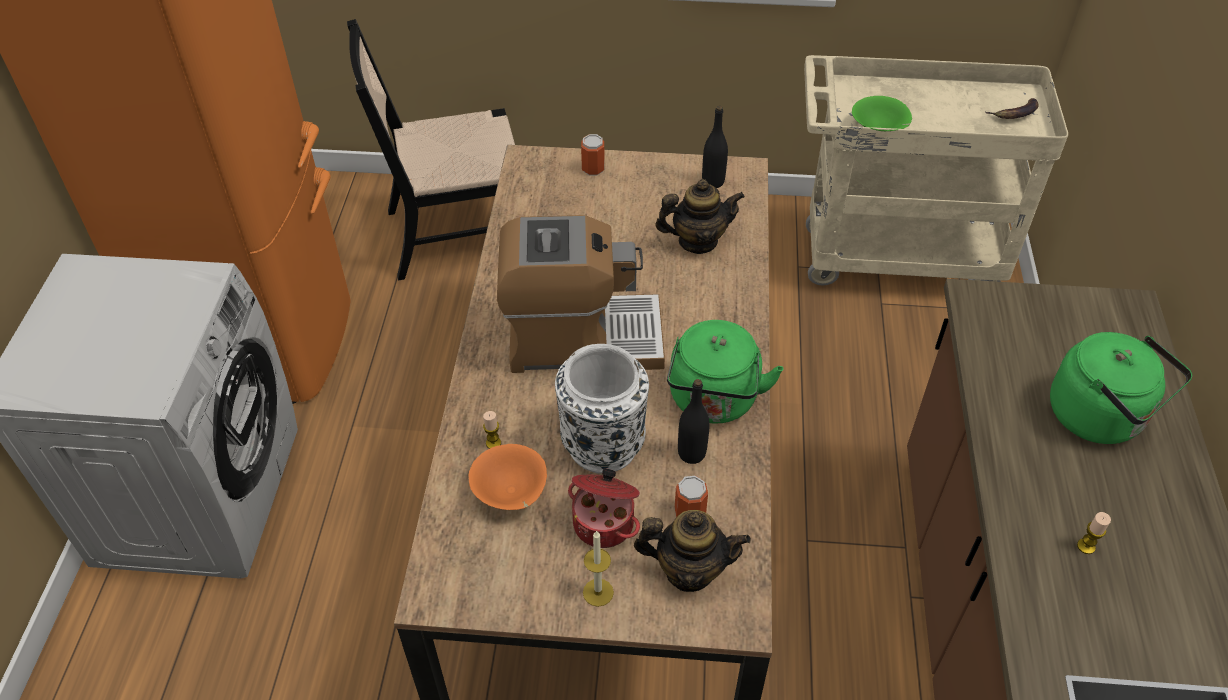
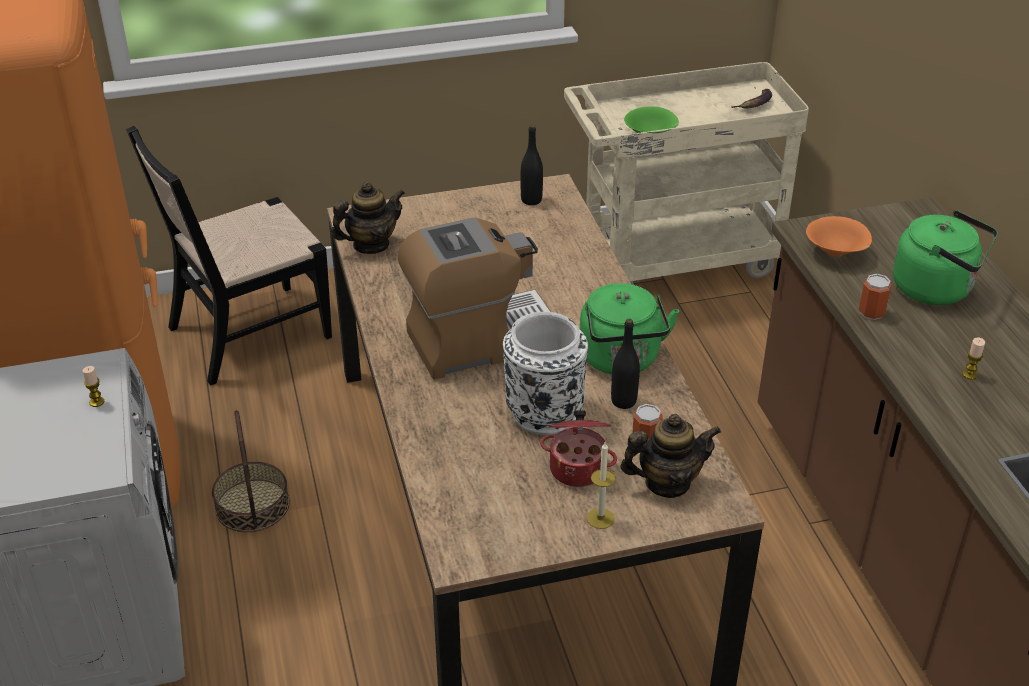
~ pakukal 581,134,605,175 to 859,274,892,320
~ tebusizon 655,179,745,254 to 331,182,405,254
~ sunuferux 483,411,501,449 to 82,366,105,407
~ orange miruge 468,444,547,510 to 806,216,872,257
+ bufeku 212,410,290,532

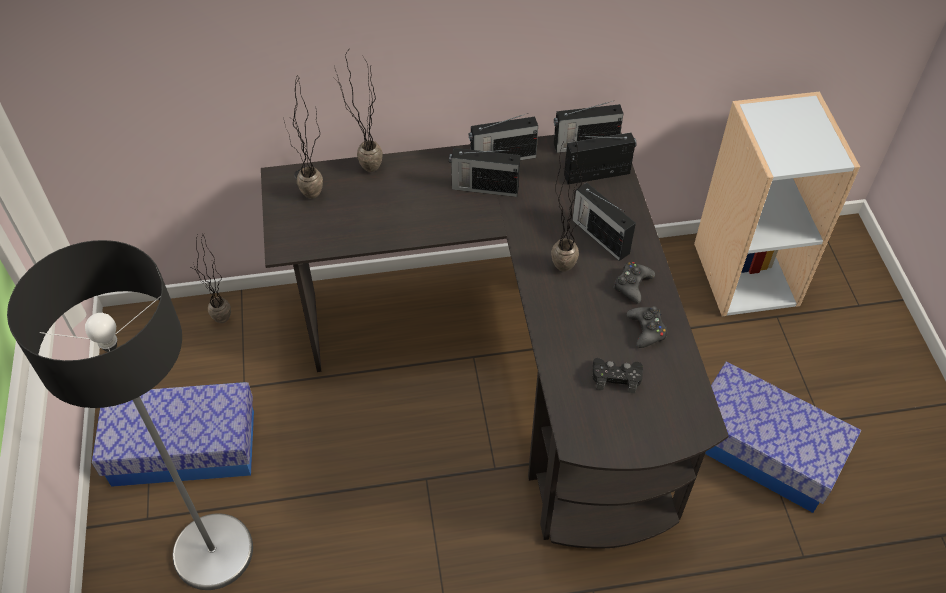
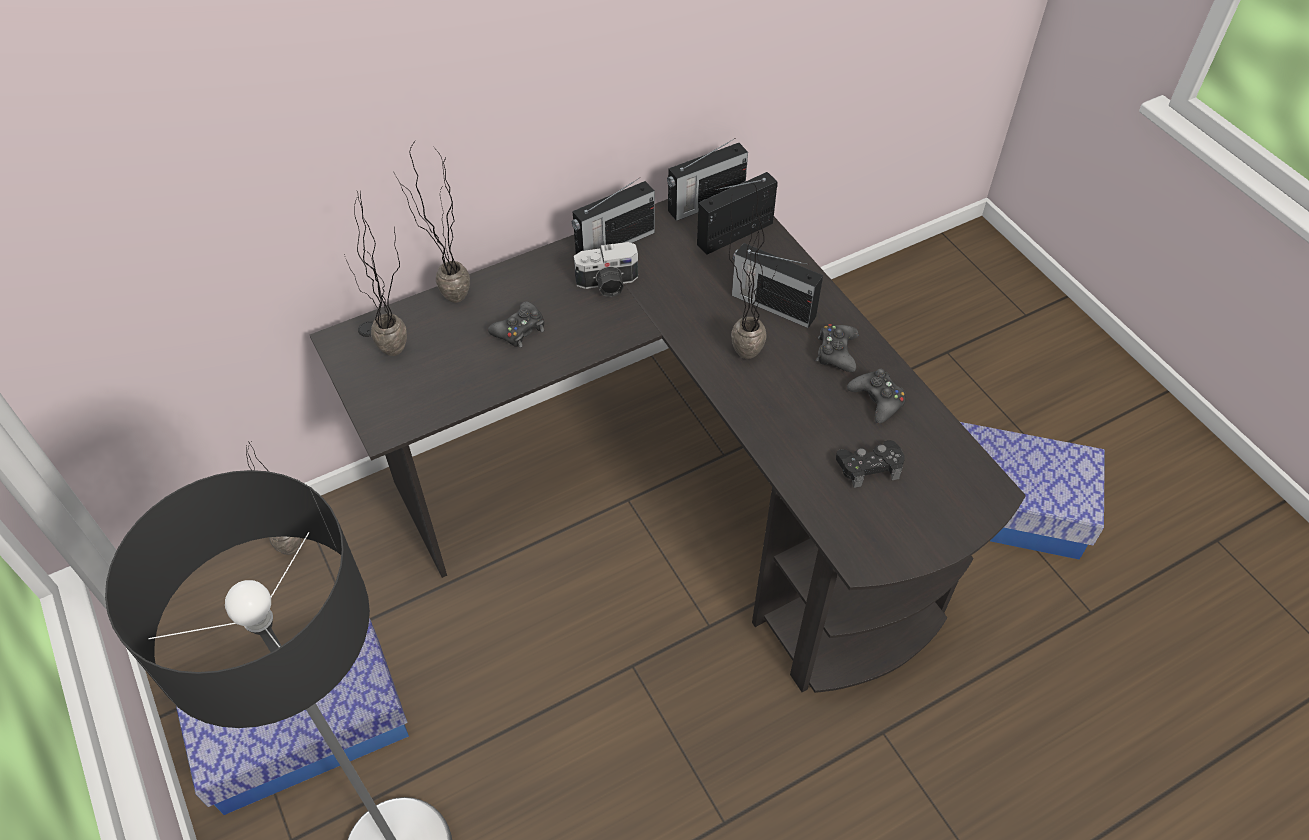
- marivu 694,92,860,317
~ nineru 449,148,520,197 to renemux 574,242,638,297
+ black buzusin 488,301,544,348

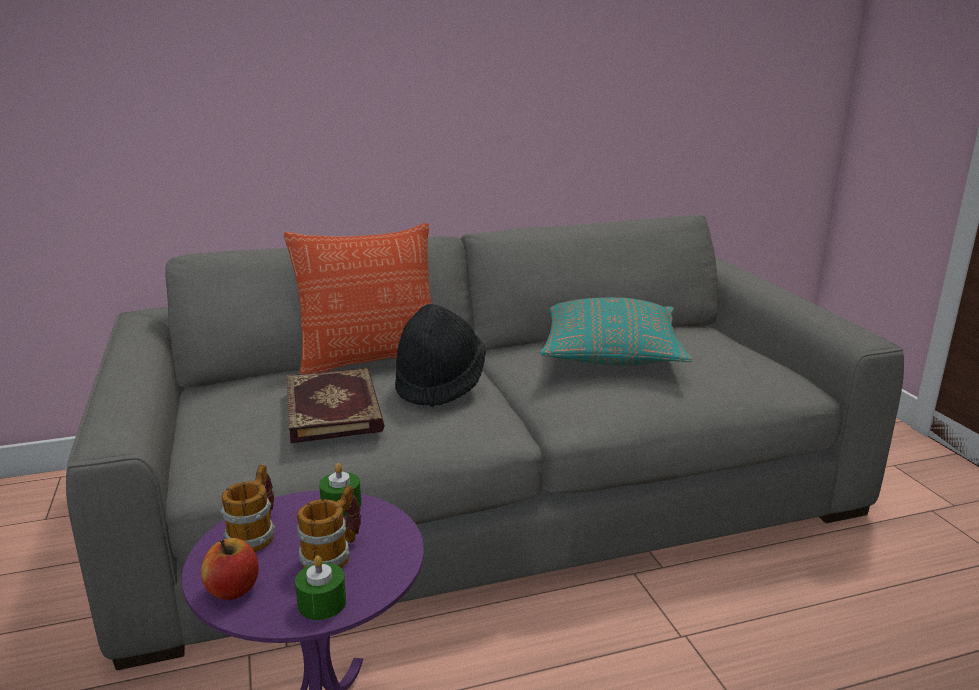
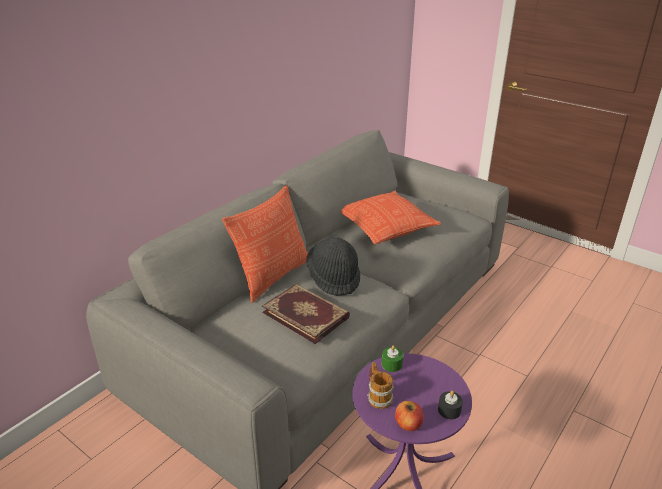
~ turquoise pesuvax 539,297,692,365 to orange pesuvax 341,191,441,244
- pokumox 297,485,361,569
~ green sunuferux 295,556,346,620 to black sunuferux 438,391,463,419

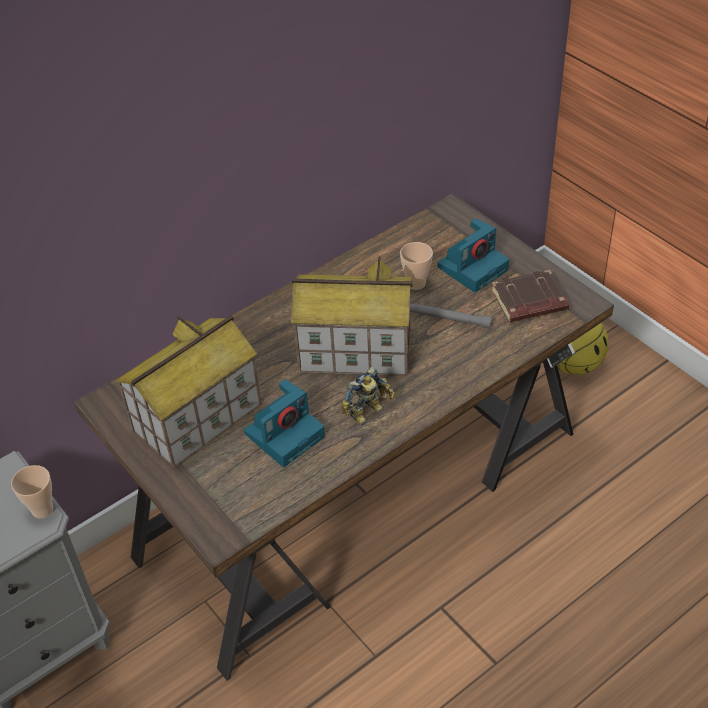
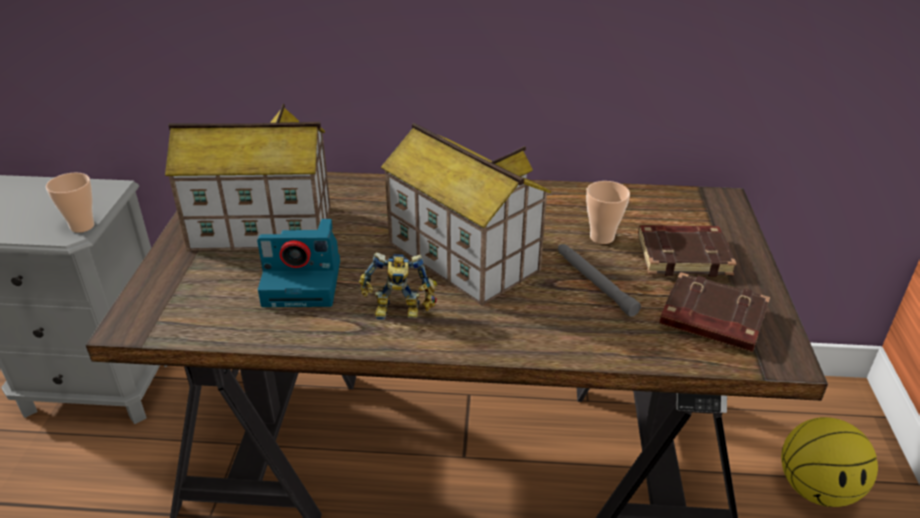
~ renemux 437,218,509,292 to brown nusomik 638,225,737,277

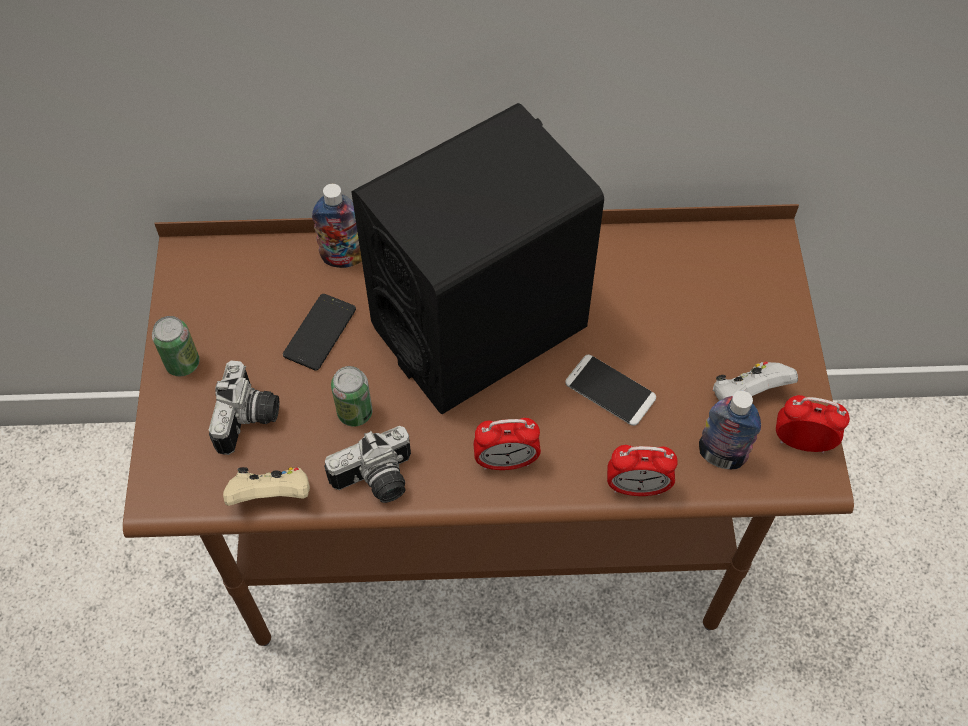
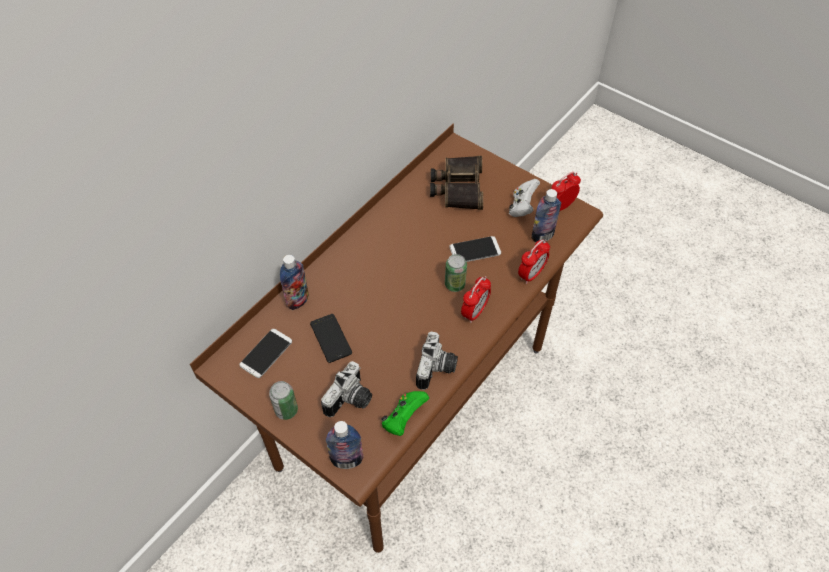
- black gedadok 351,103,604,414
~ renemux 209,360,279,455 = 321,361,372,417 75 degrees clockwise
~ pakukal 331,366,373,427 to 445,254,467,292
~ beige buzusin 223,467,310,506 to green buzusin 381,391,429,436
+ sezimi 430,156,483,210
+ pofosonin 239,329,292,378
+ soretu 326,421,364,469

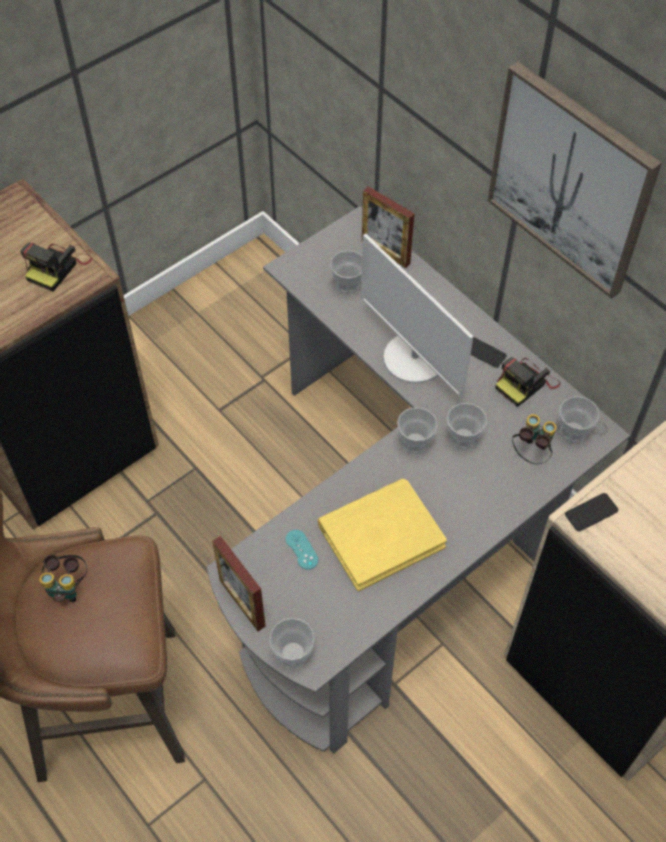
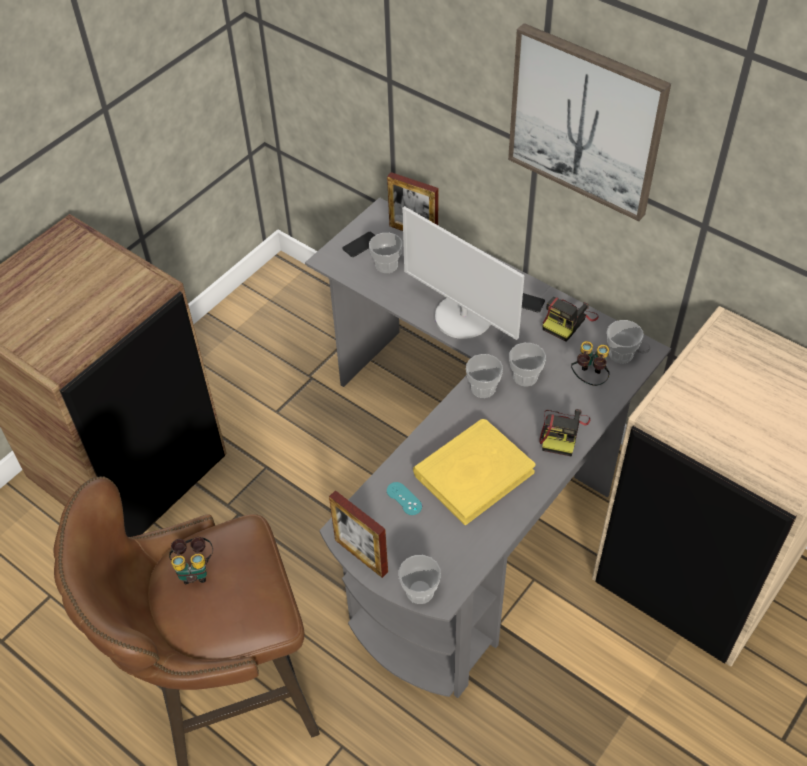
~ renemux 20,243,92,291 to 539,409,590,457
~ pofosonin 565,493,618,531 to 342,232,375,257

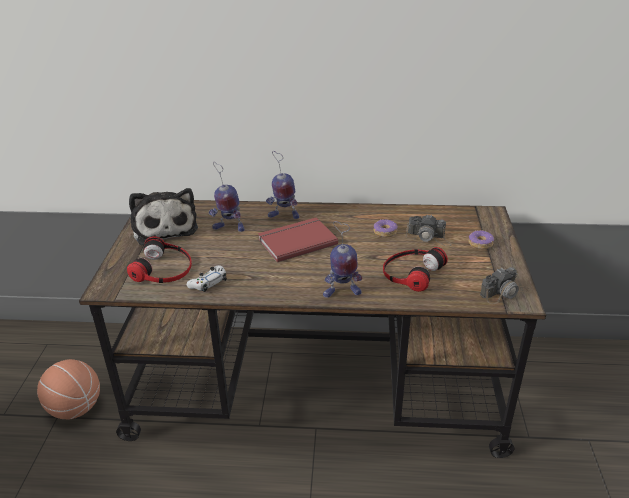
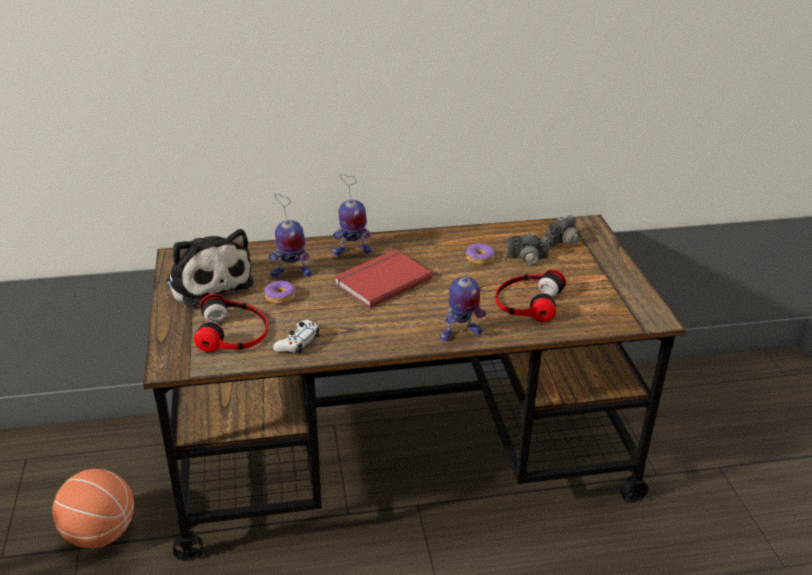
~ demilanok 469,230,494,249 to 265,280,295,304
~ renemux 480,267,532,304 to 545,215,591,252

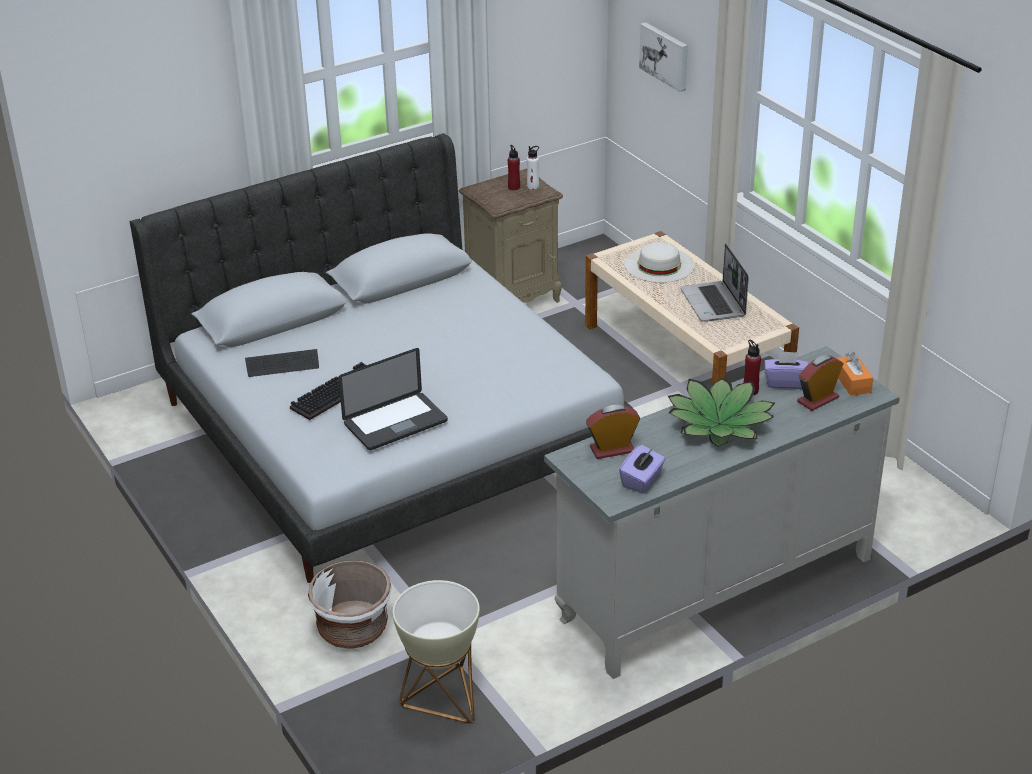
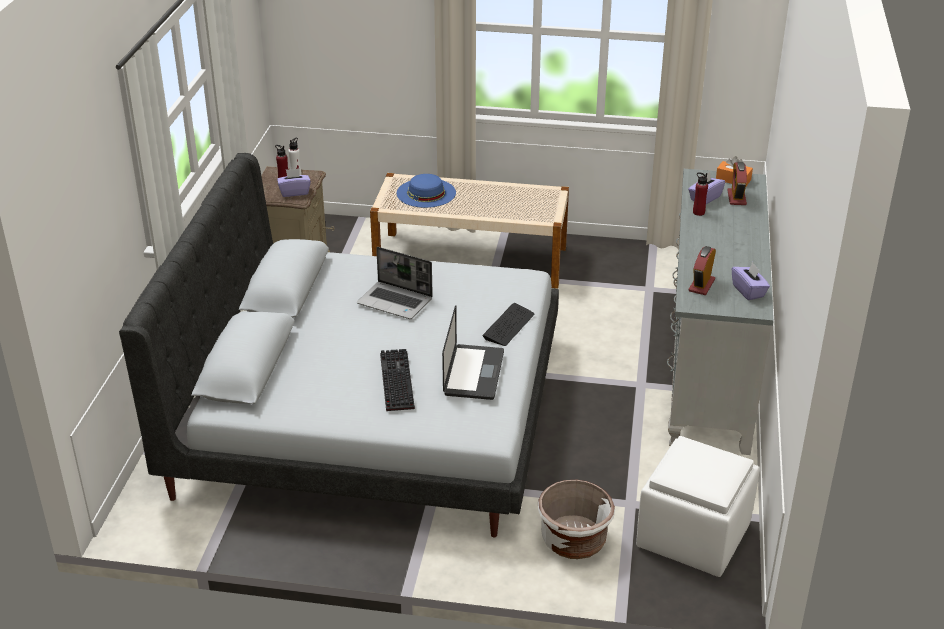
- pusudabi 639,23,688,92
~ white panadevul 624,242,695,283 to blue panadevul 397,174,456,208
~ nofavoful 680,244,749,322 to 357,247,433,319
~ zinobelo 245,349,319,377 to 482,303,534,346
- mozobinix 668,378,775,447
~ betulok 392,580,480,723 to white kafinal 636,436,760,577
+ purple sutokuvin 277,168,311,197

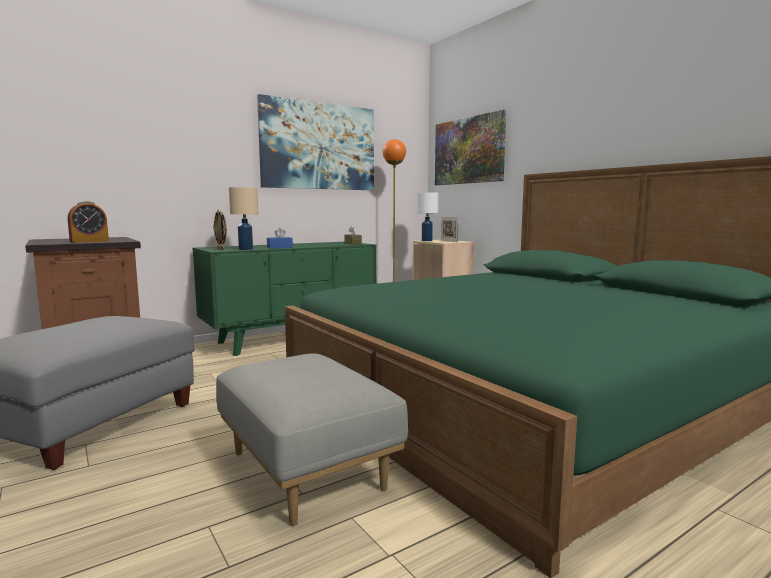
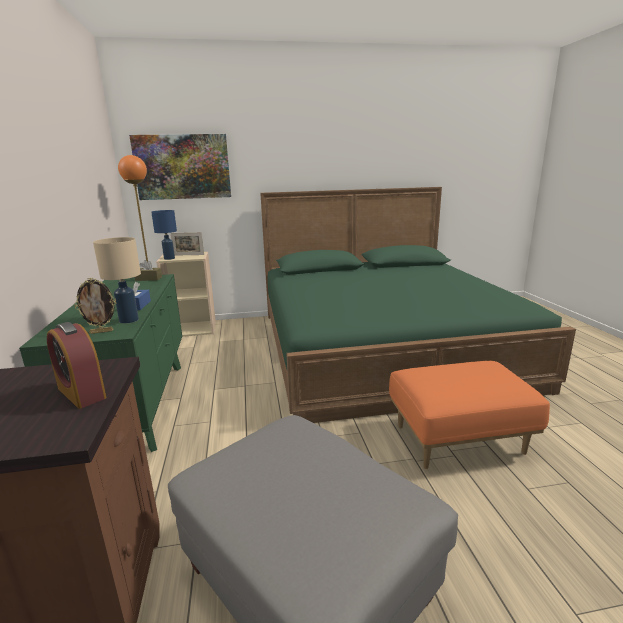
- pusudabi 257,94,374,190
~ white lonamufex 417,192,438,241 to blue lonamufex 151,210,177,260
~ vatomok 68,201,109,243 = 47,322,106,409 150 degrees clockwise
~ grey kafinal 216,353,408,526 to orange kafinal 389,361,550,469

